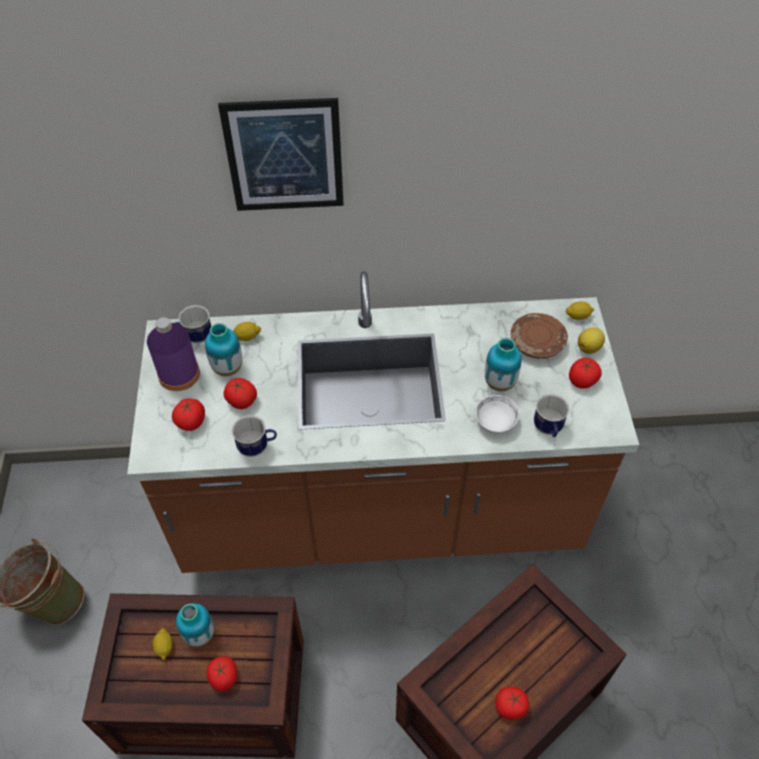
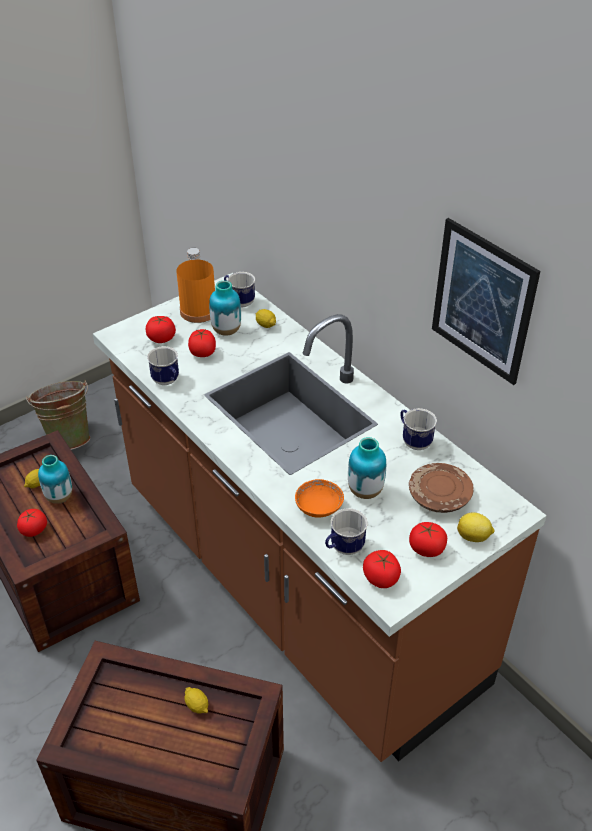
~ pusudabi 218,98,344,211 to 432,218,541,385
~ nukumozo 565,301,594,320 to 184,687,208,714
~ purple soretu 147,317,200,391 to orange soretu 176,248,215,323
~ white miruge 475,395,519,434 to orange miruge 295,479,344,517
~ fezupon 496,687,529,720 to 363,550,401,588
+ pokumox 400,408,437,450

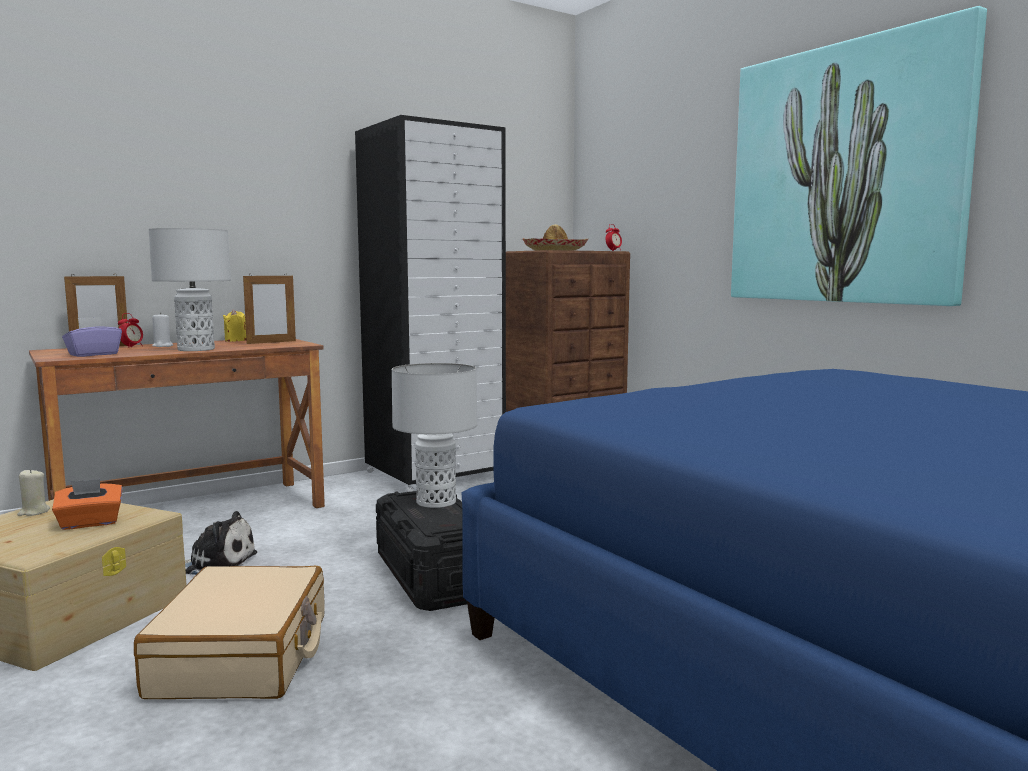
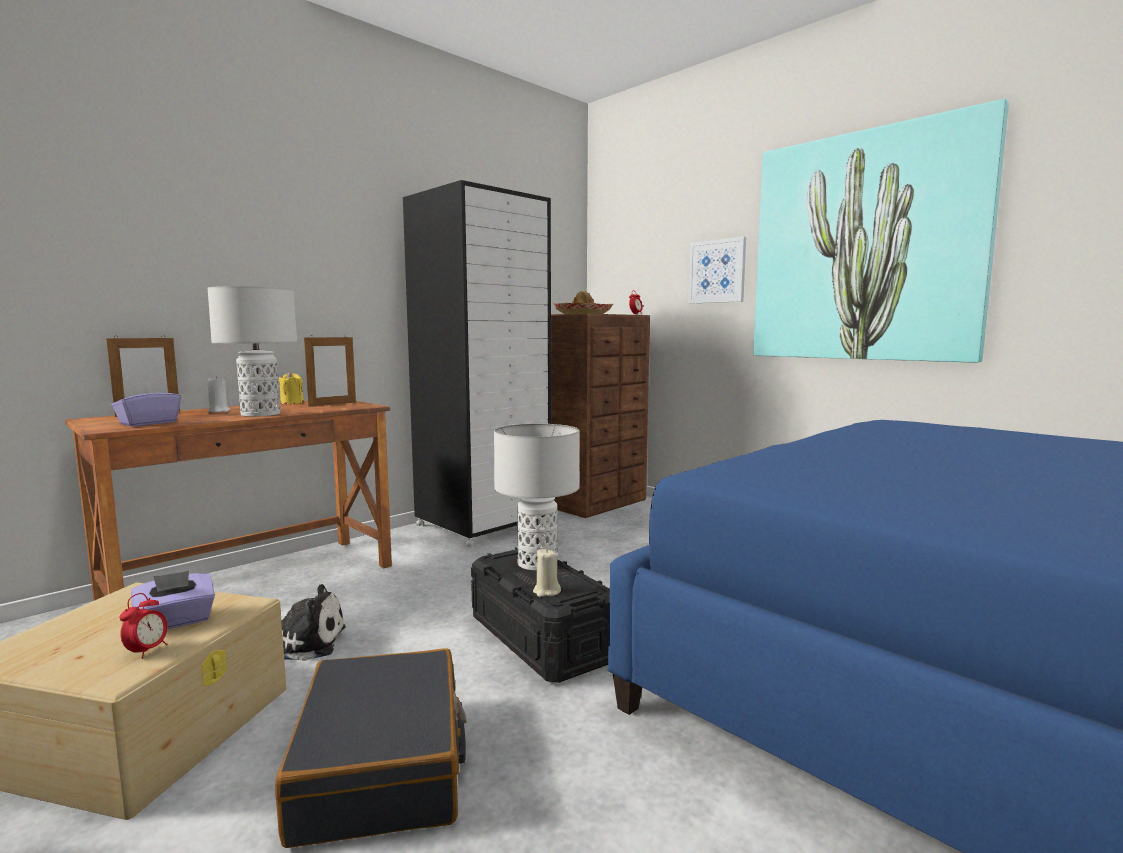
~ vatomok 118,313,143,348 to 119,593,168,659
~ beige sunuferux 17,469,50,516 to 533,548,561,597
~ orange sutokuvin 52,479,123,530 to purple sutokuvin 131,571,215,630
~ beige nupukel 134,566,325,699 to black nupukel 275,648,467,848
+ pusudabi 688,237,746,304

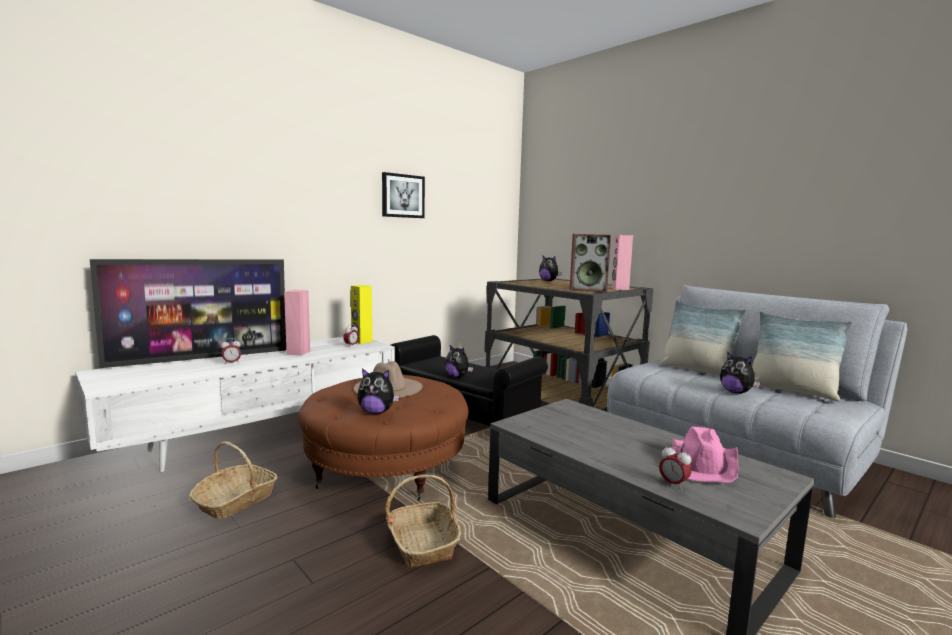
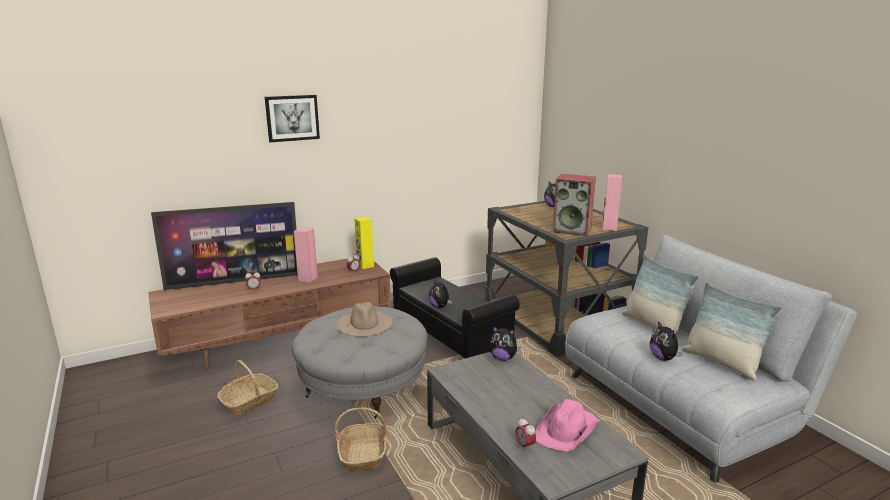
~ pusudabi 382,172,425,218 to 265,95,320,142
~ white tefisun 75,337,395,473 to brown tefisun 148,259,391,371
~ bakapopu 358,368,399,414 to 489,326,521,361
~ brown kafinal 298,375,468,501 to grey kafinal 291,306,427,418

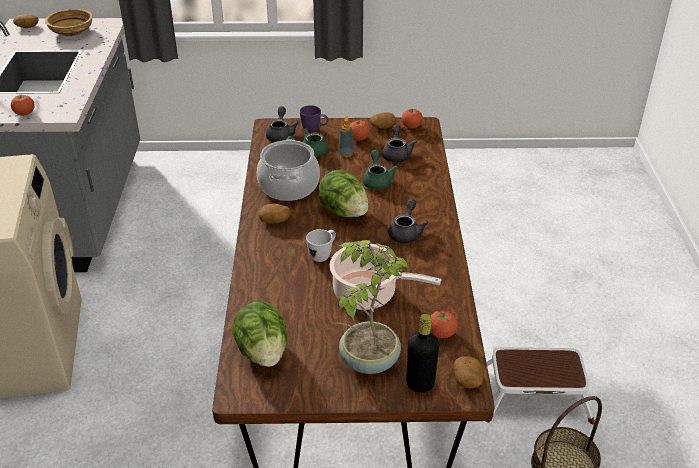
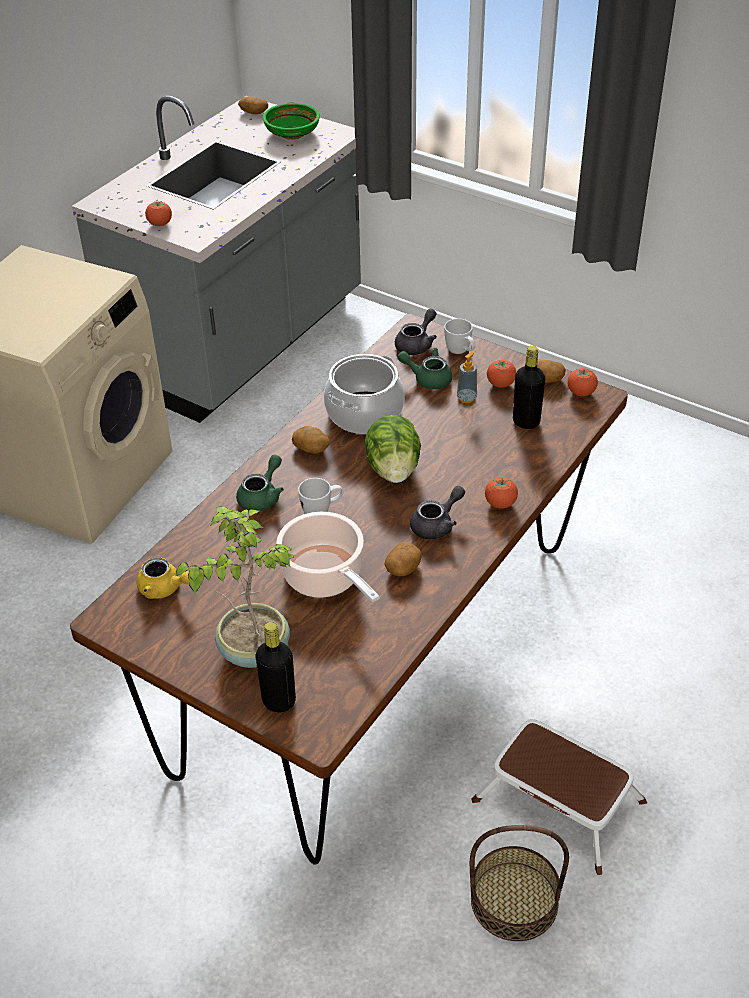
~ beige miruge 45,9,93,37 to green miruge 262,102,320,140
~ purple pokumox 300,105,328,132 to white pokumox 444,319,476,354
~ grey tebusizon 382,124,417,162 to black soretu 513,346,545,429
~ green tebusizon 362,150,398,190 to 236,454,284,511
~ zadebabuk 232,302,287,367 to yellow tebusizon 136,557,189,599
~ fezupon 431,310,458,338 to 485,477,518,509
~ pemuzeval 454,356,483,388 to 384,542,422,576

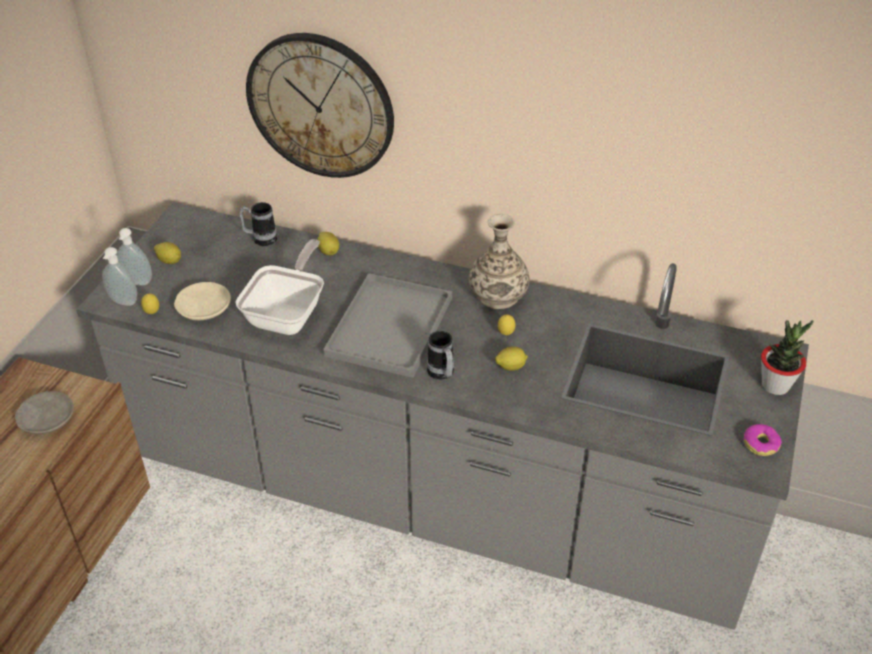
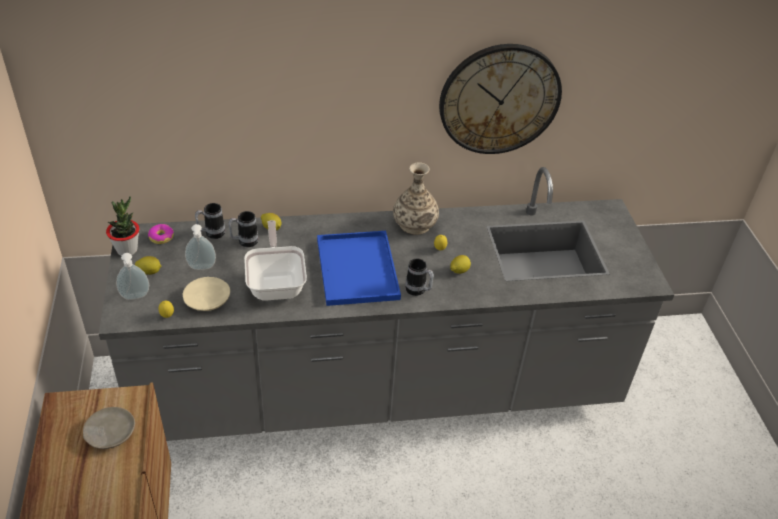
~ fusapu 246,33,394,178 to 439,44,562,154
~ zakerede 102,247,138,306 to 185,224,216,270
~ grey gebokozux 323,273,452,378 to blue gebokozux 317,231,401,306
~ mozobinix 761,320,814,395 to 106,196,139,256
~ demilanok 743,424,782,456 to 148,224,174,244
+ pokumox 228,211,258,247

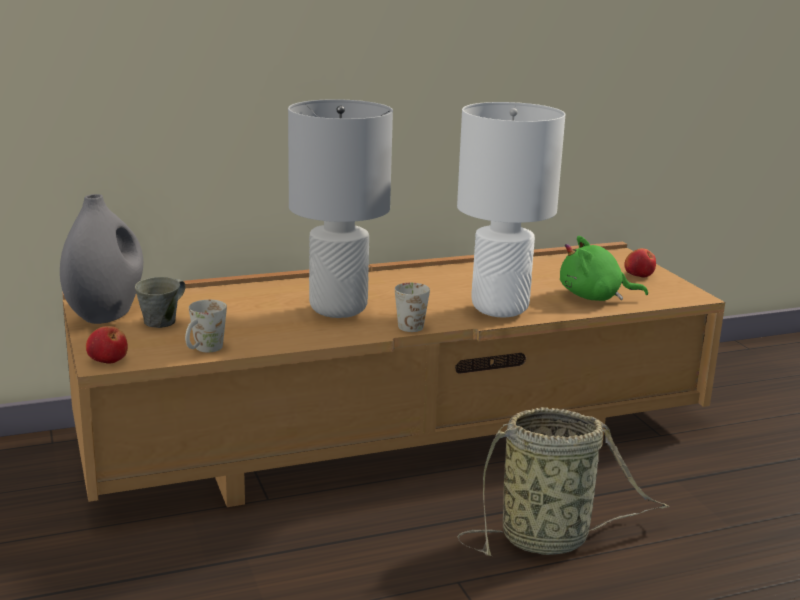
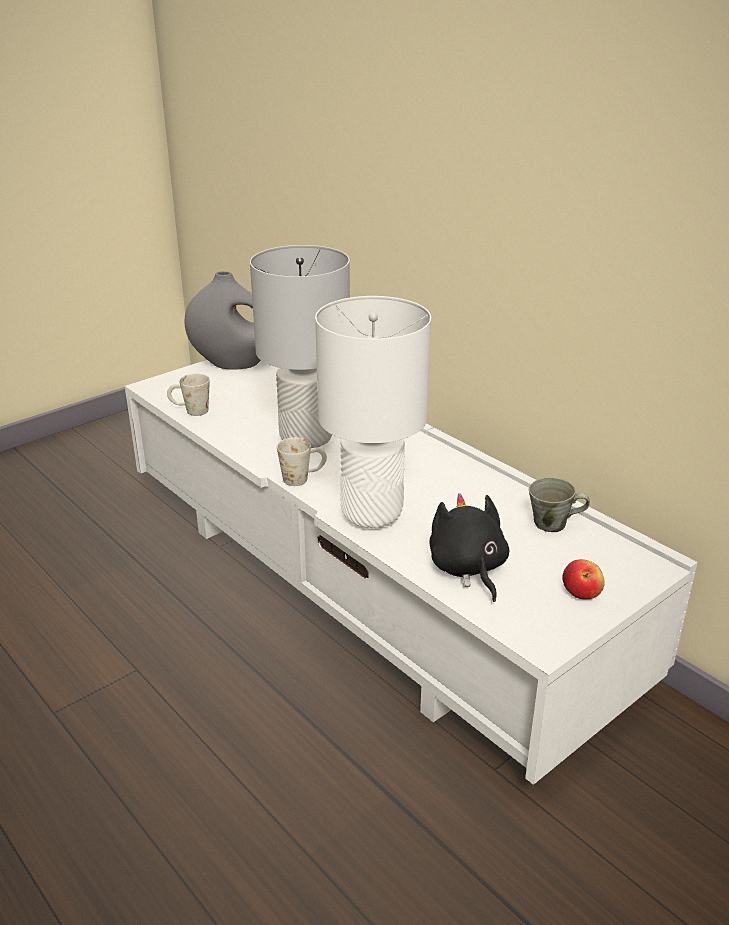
~ green bakapopu 560,236,648,301 to black bakapopu 430,493,509,602
~ brown tefisun 62,242,725,507 to white tefisun 125,360,698,785
~ grey pokumox 135,277,186,328 to 529,477,590,532
- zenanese 86,326,128,364
- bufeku 457,407,670,556

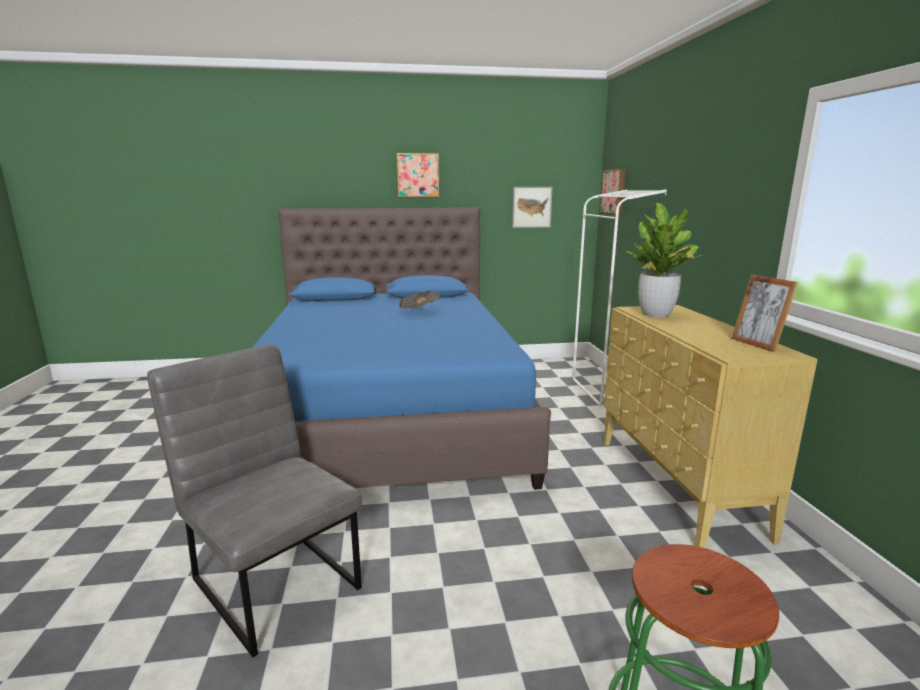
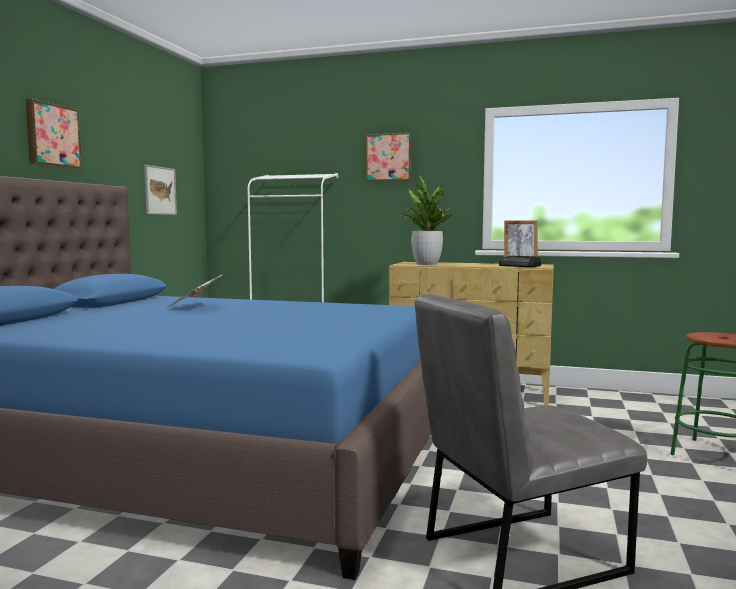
~ pusudabi 600,169,626,214 to 366,132,412,181
+ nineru 499,256,541,267

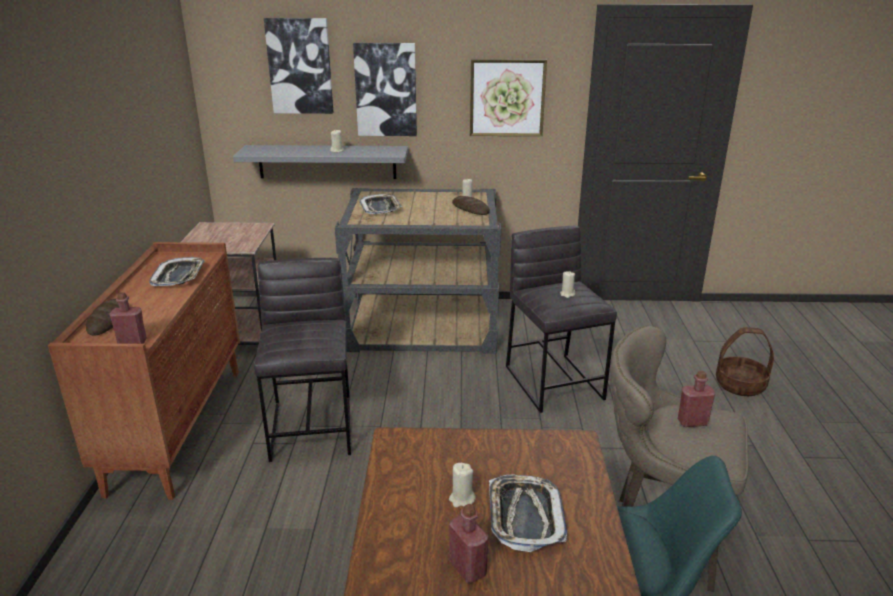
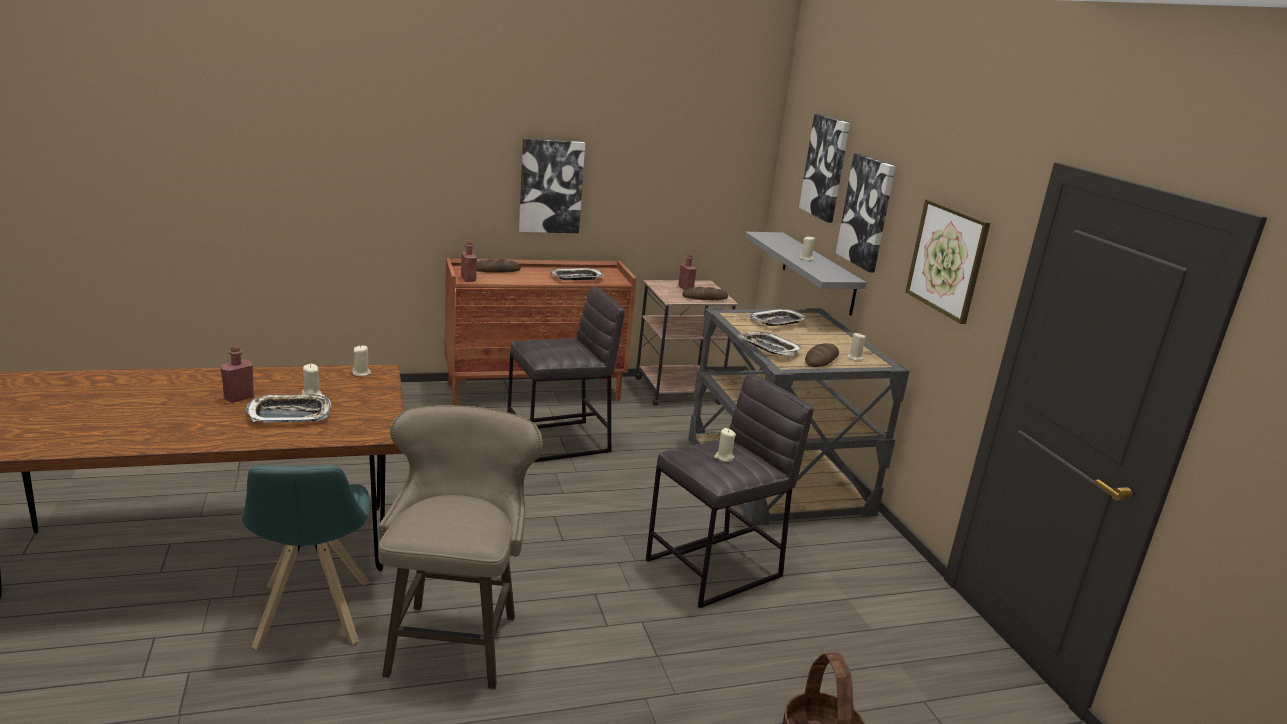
~ red soretu 678,371,715,427 to 678,254,696,290
+ pusudabi 519,139,585,233
+ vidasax 682,287,728,300
+ gebokozux 739,332,802,355
+ beige sunuferux 352,346,371,376

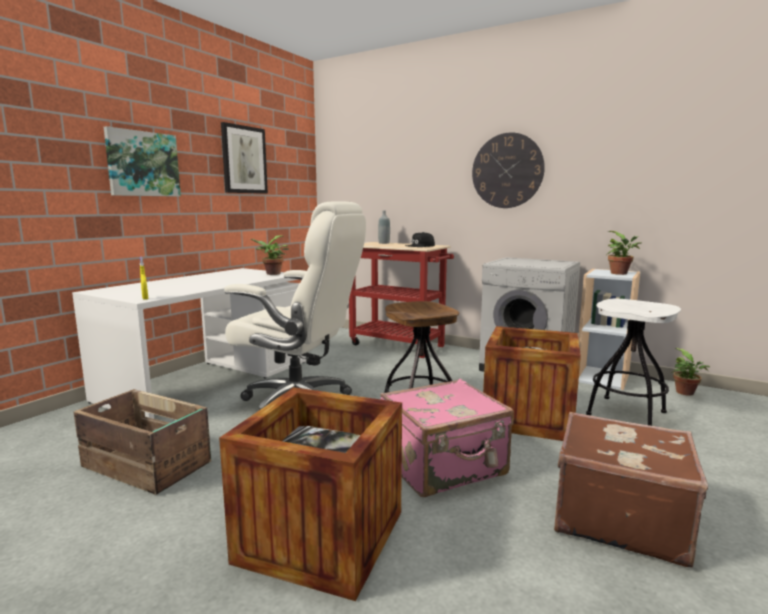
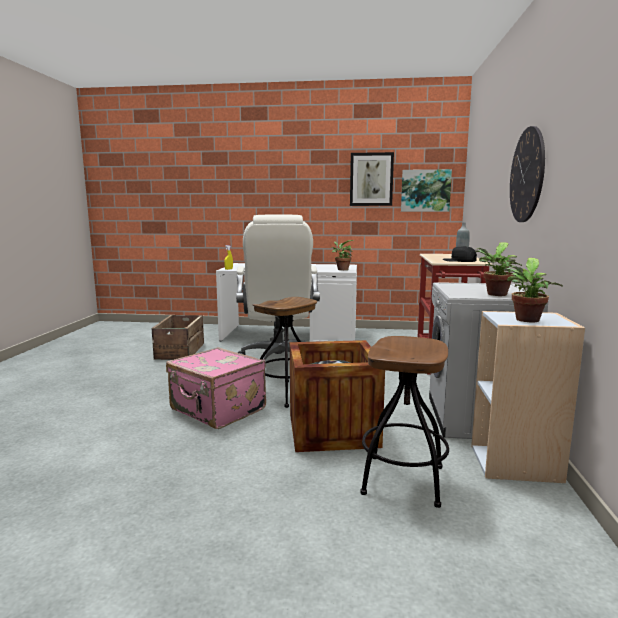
~ pusudabi 104,126,181,197 to 401,169,452,212
~ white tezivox 586,299,681,426 to brown tezivox 360,336,449,508
~ mozobinix 673,348,710,396 to 475,242,522,296
- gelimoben 219,387,402,601
- brown nupukel 554,412,708,568

